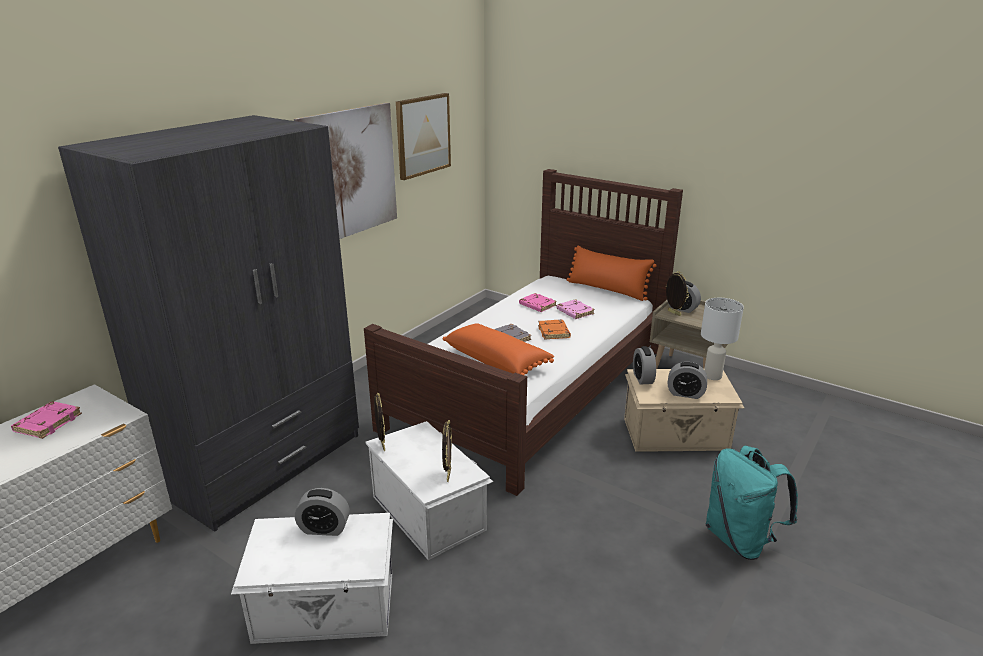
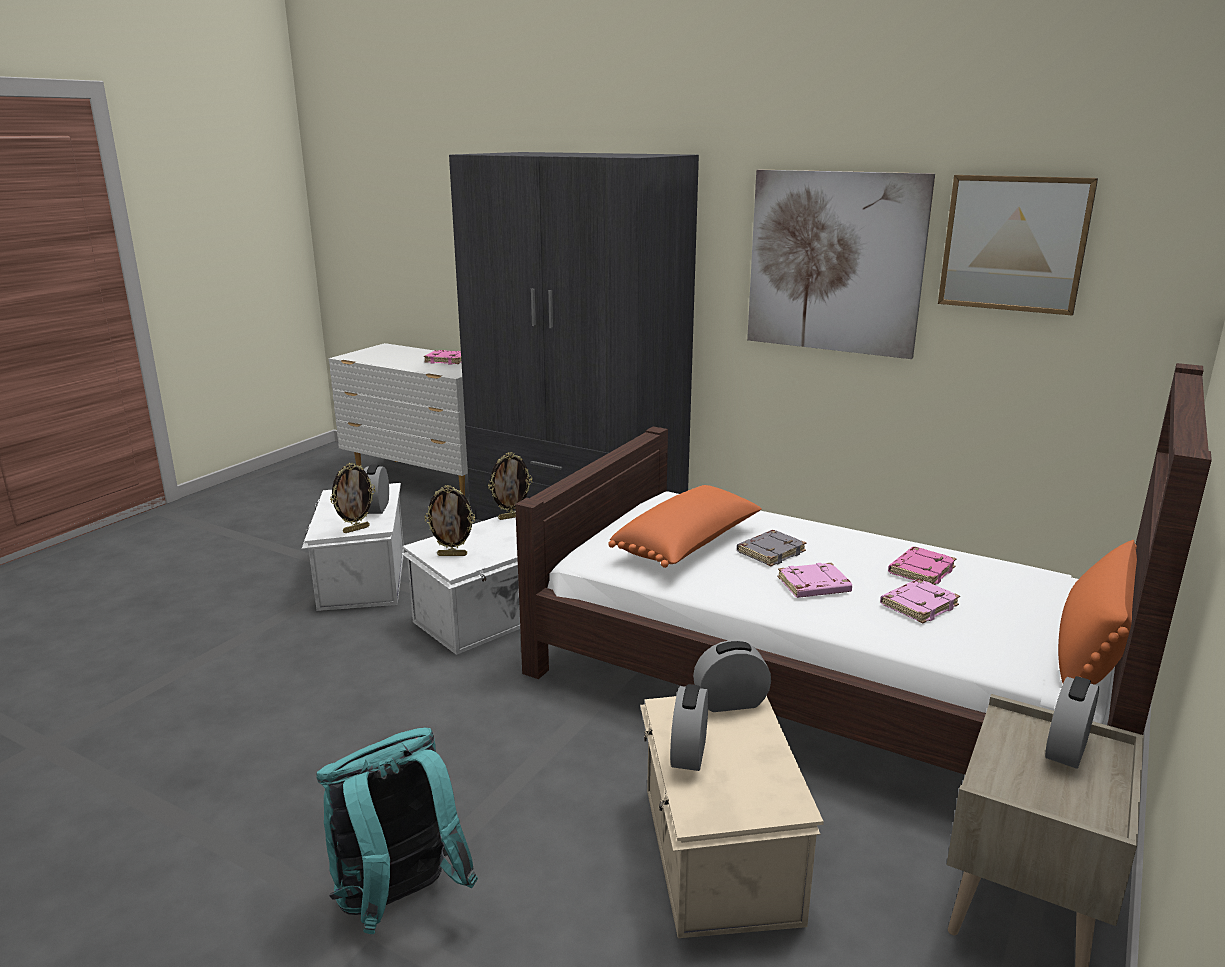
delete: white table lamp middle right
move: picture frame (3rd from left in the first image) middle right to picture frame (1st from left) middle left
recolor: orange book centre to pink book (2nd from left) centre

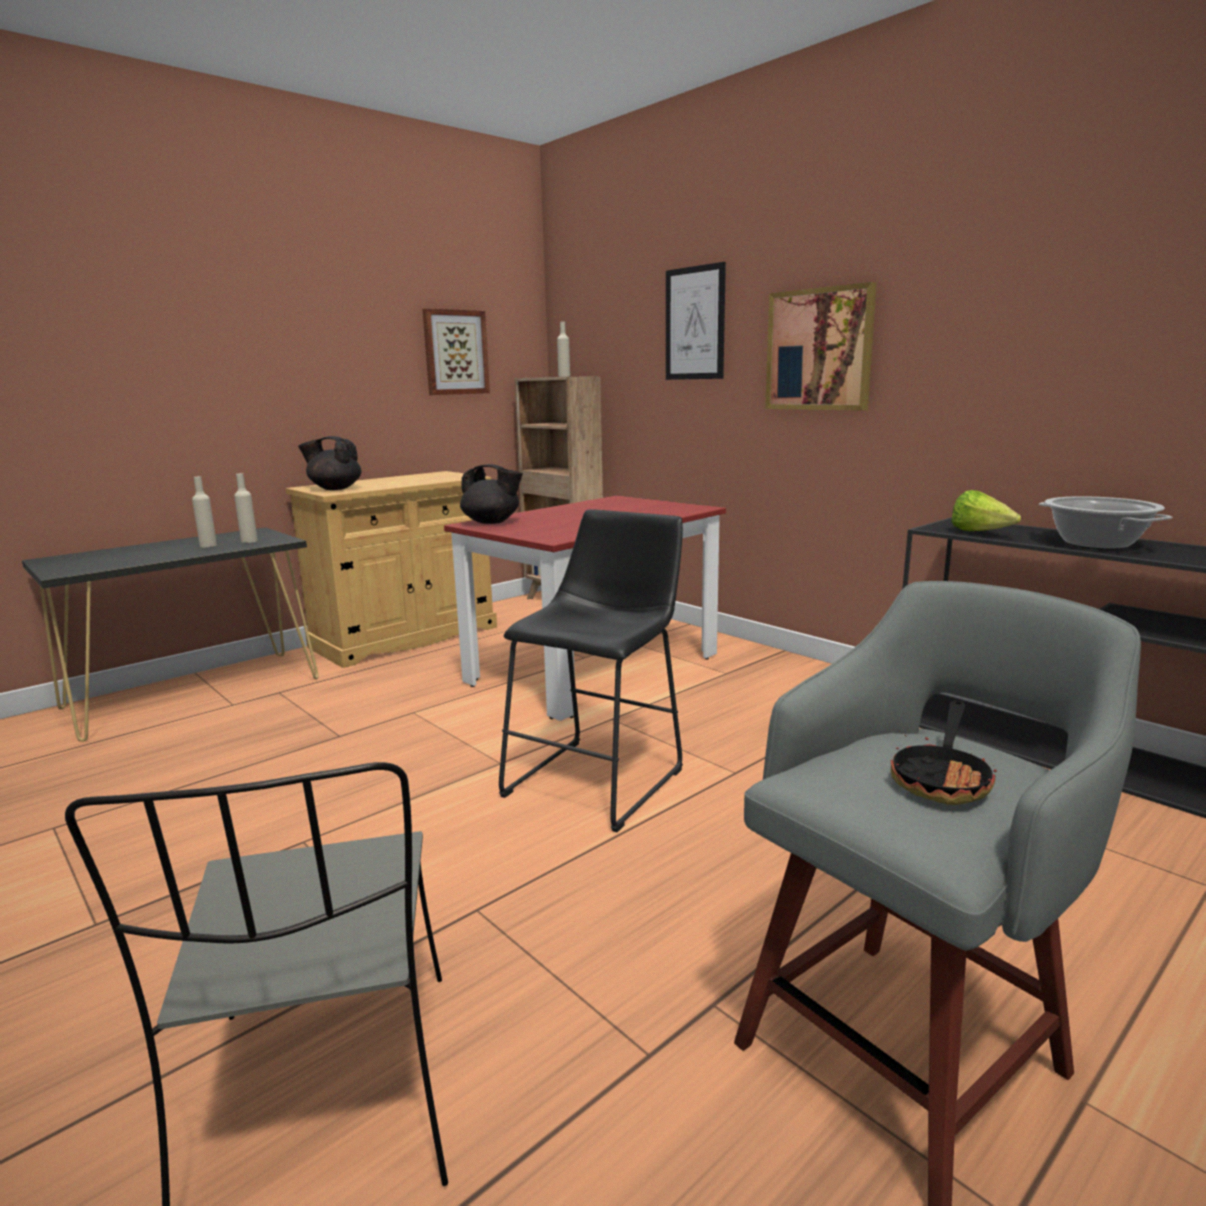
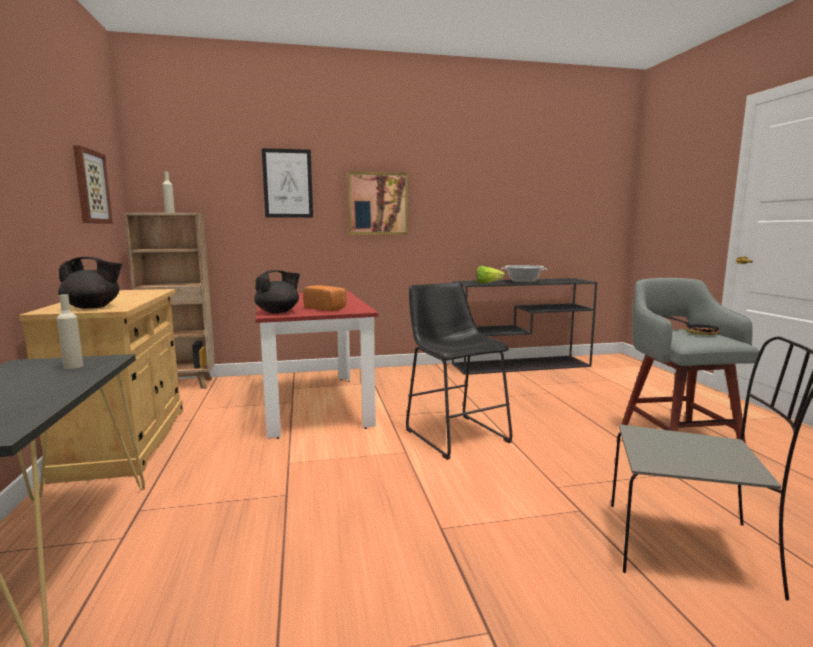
delete: beige bottle (1st from left) middle left
insert: bread centre
rotate: black teapot (1st from left) middle left = middle left 135 degrees counterclockwise

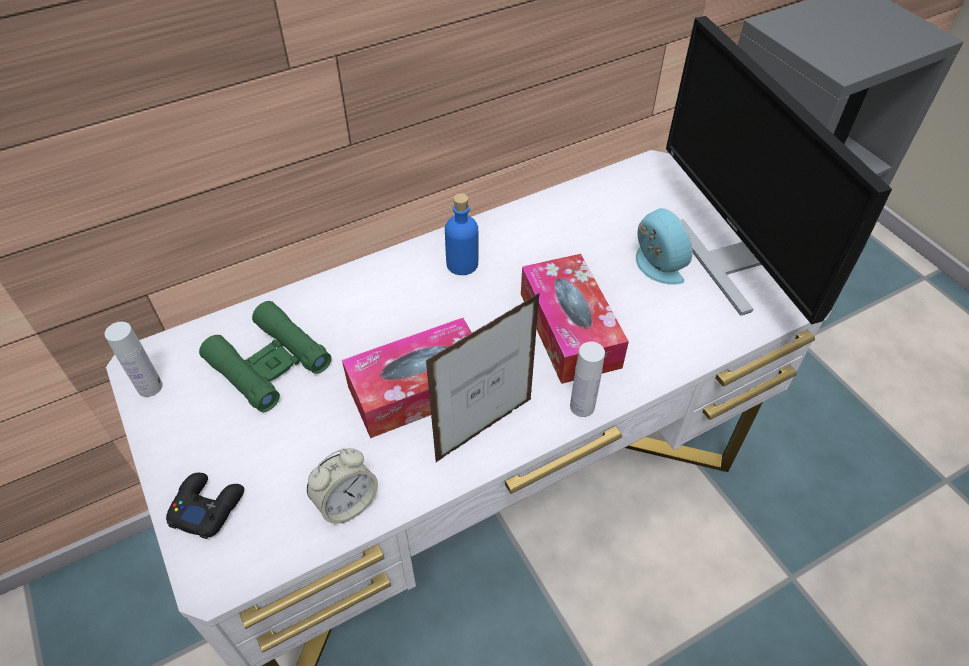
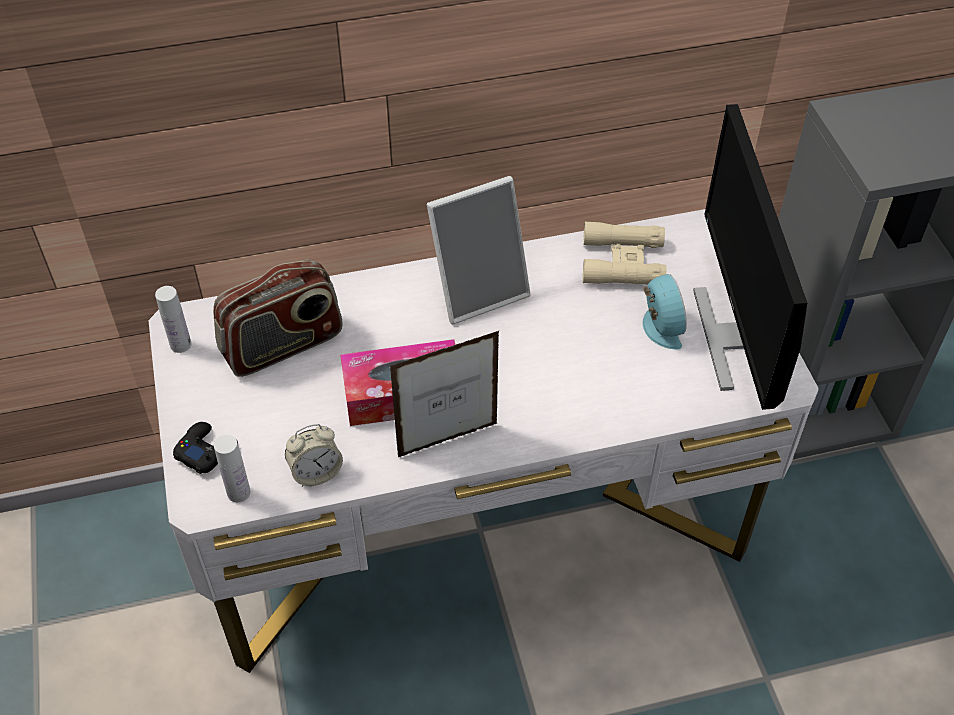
delete: tissue box (2nd from left) centre
insert: beige binoculars centre
move: white bottle (2nd from left) centre to middle left
replace: green binoculars middle left to radio middle left; blue bottle centre to picture frame (2nd from left) centre

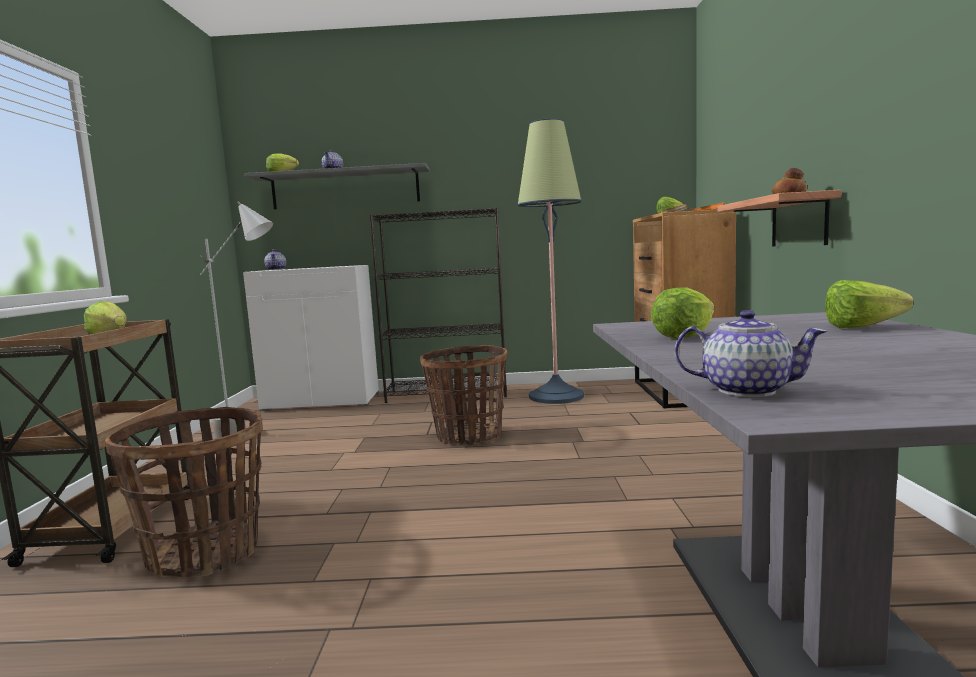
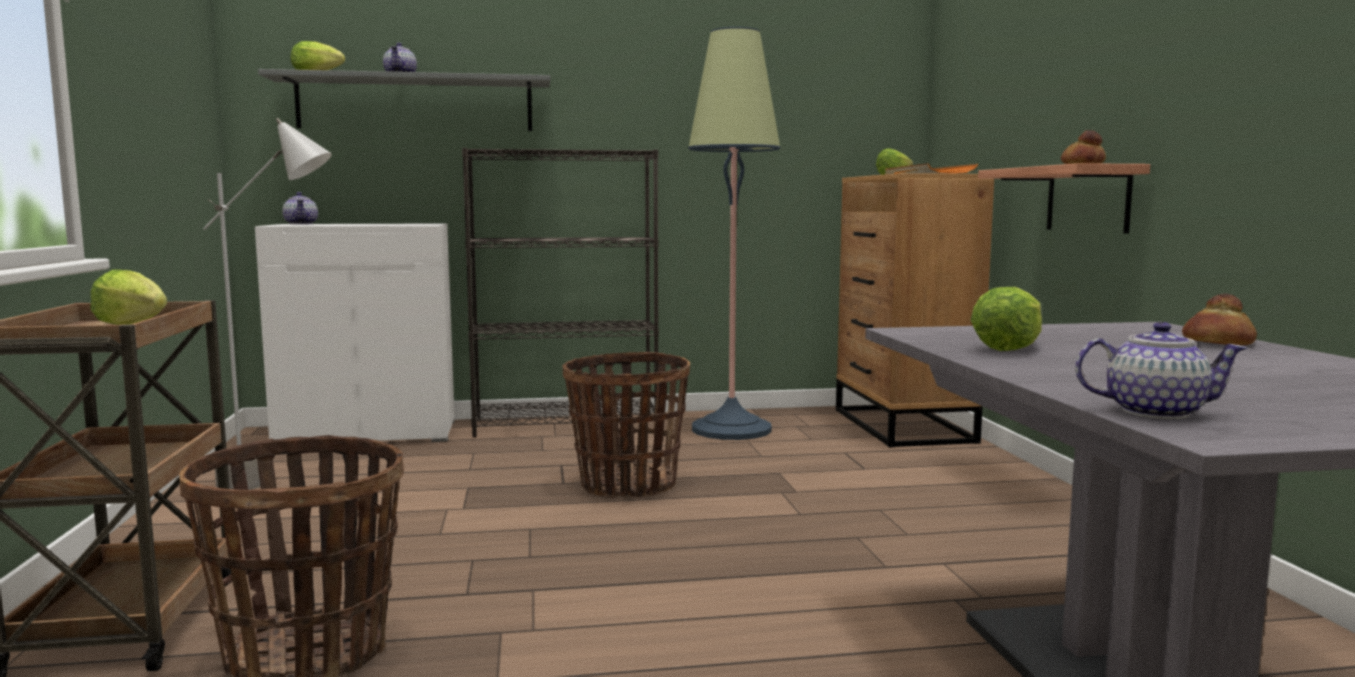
replace: lettuce (5th from left) middle right to bread (2nd from left) middle right

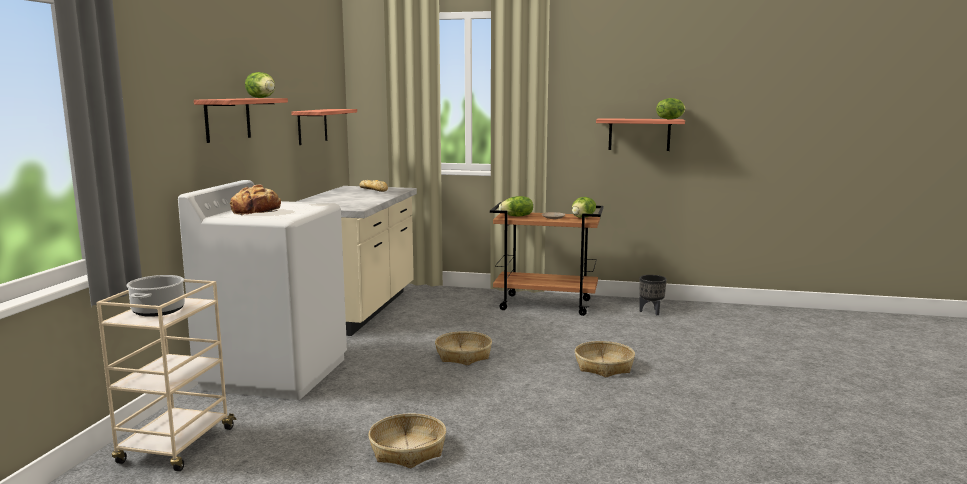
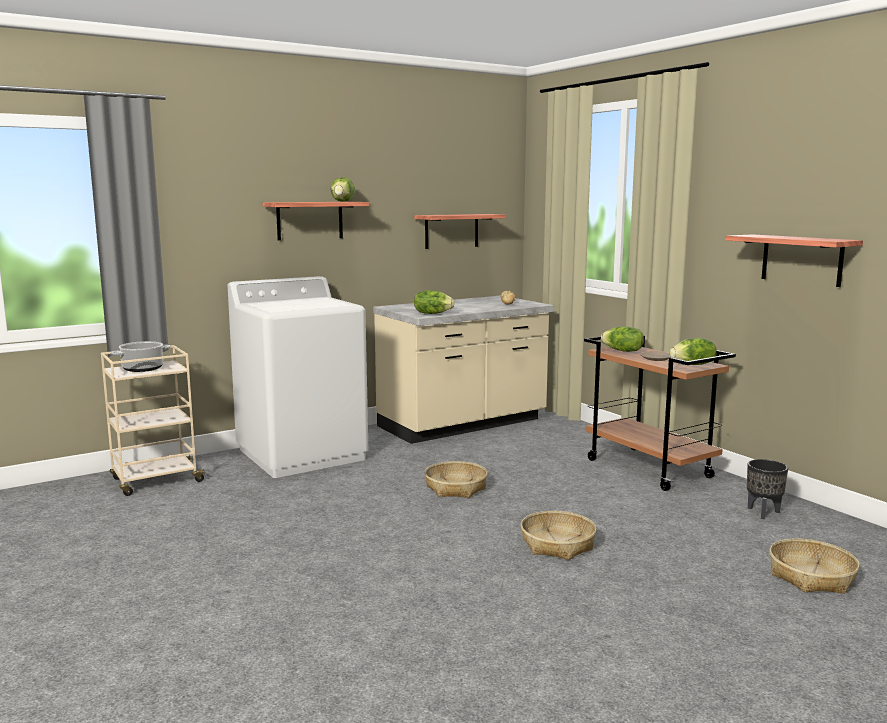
delete: bread (1st from left) middle left
move: lettuce (4th from left in the first image) top right to lettuce (2nd from left) centre; basket (1st from left in the first image) bottom centre to basket (3rd from left) bottom right

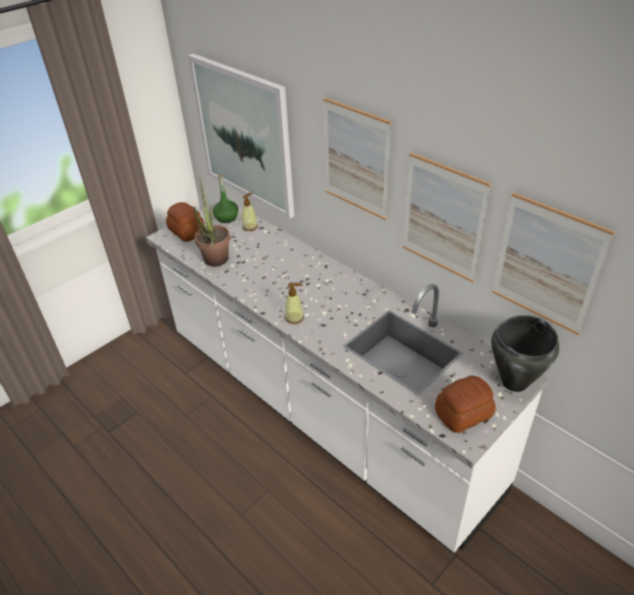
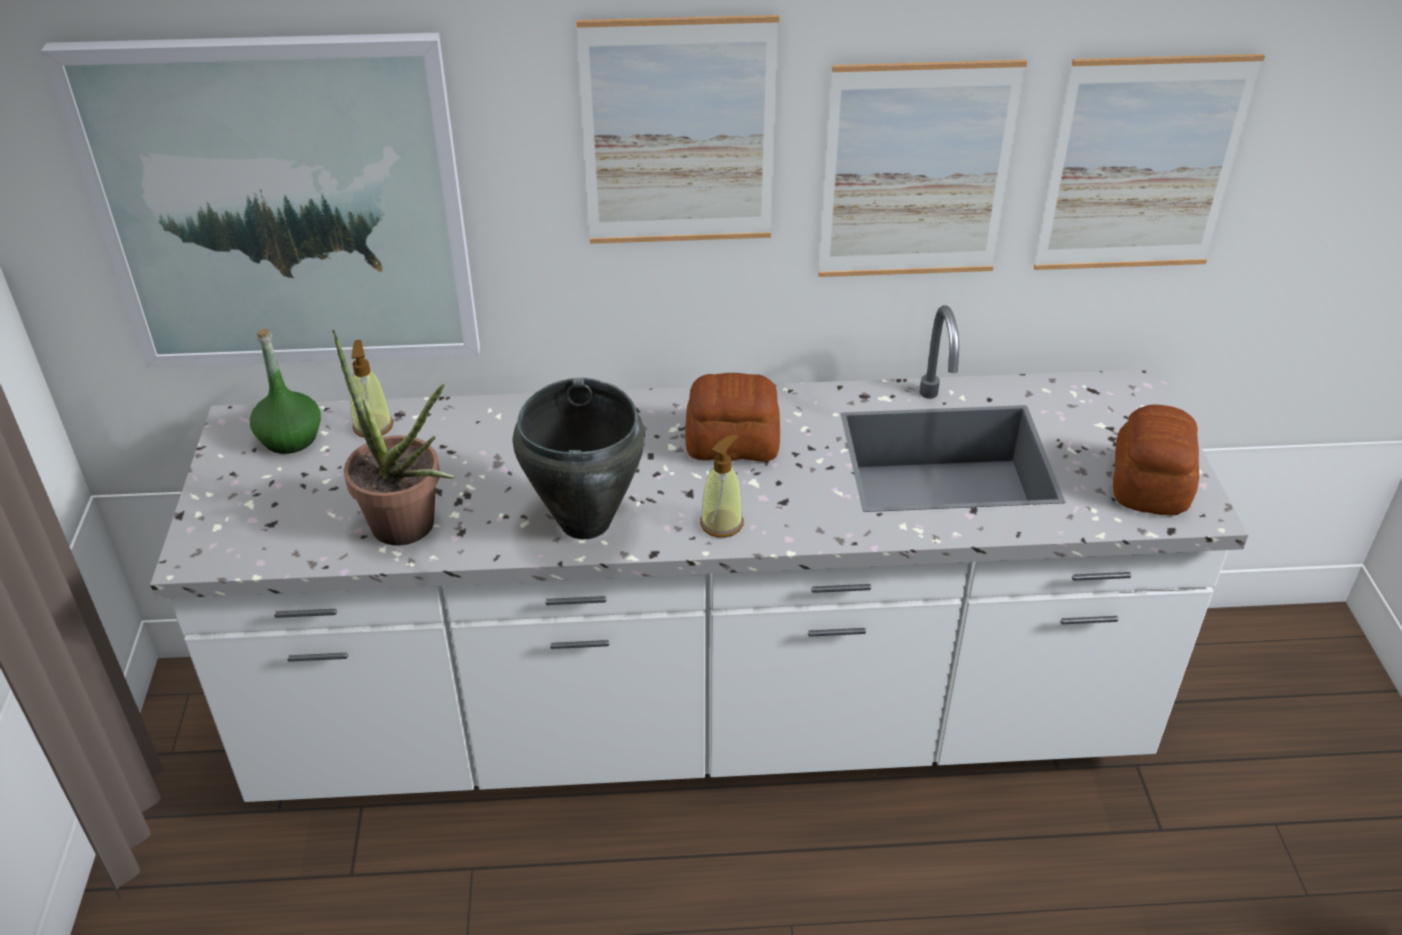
move: black cooking pot middle right to centre; bread (1st from left) middle left to centre

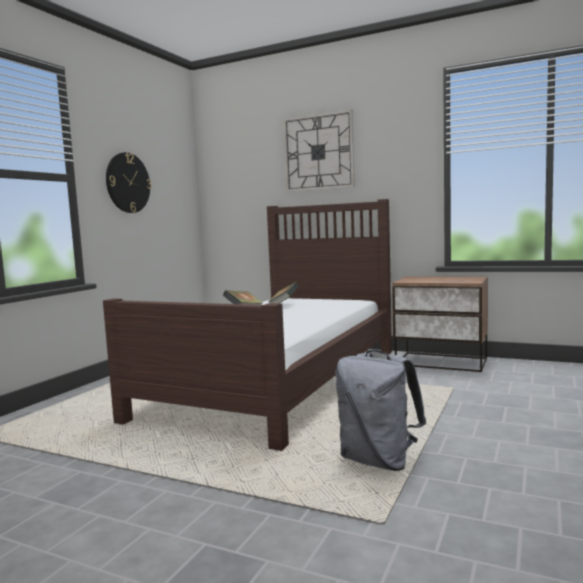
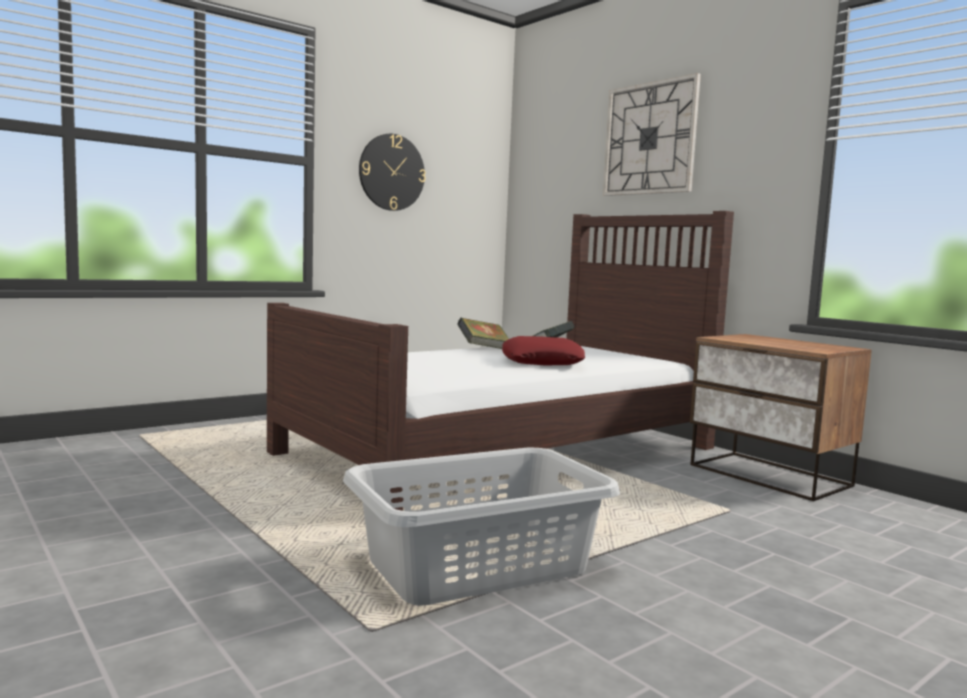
insert: red pillow centre
replace: grey backpack bottom centre to grey laundry basket bottom centre

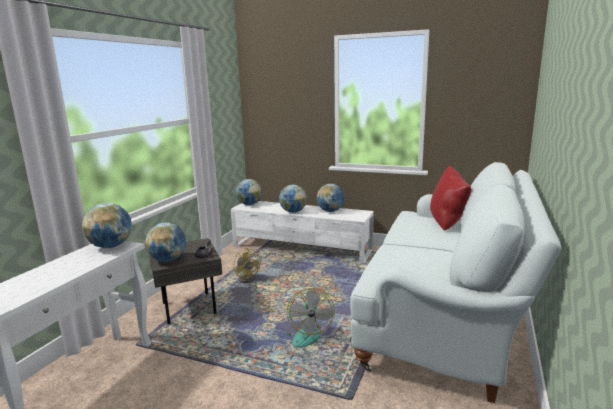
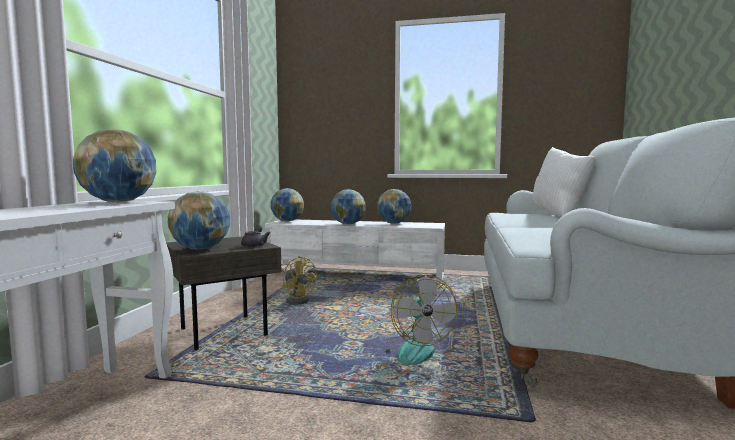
recolor: red pillow middle right to white pillow middle right

